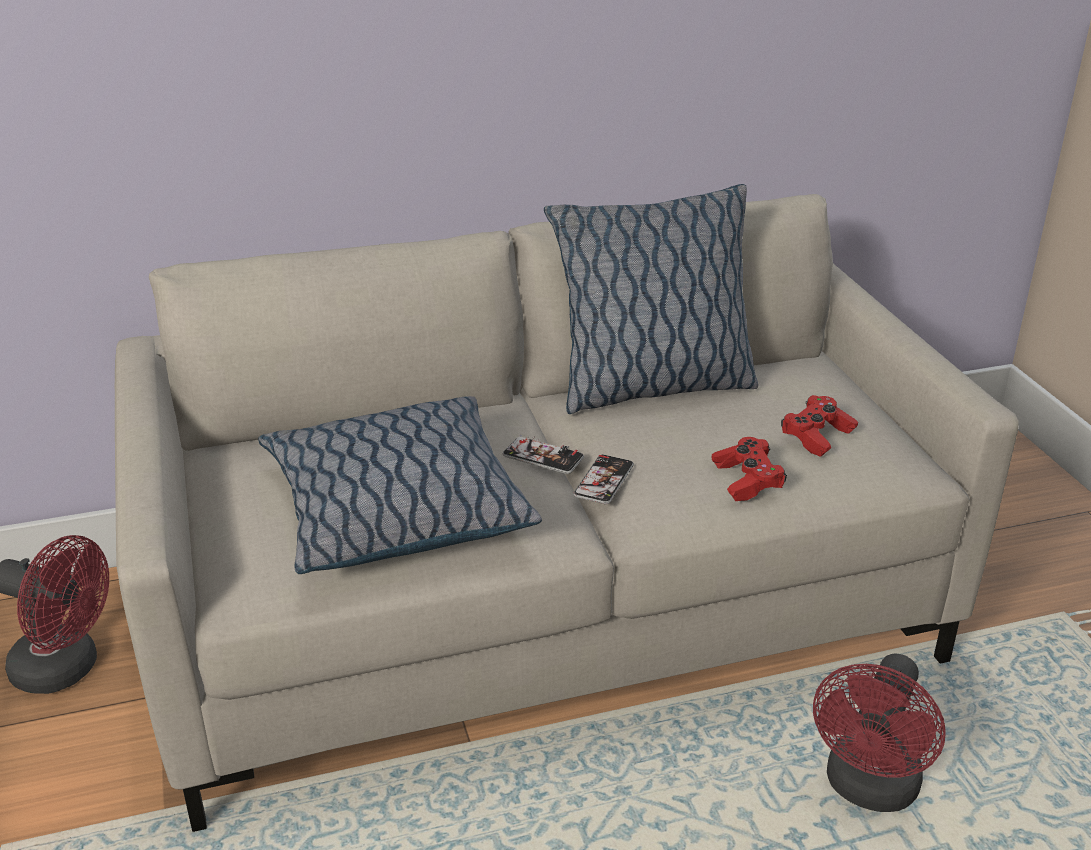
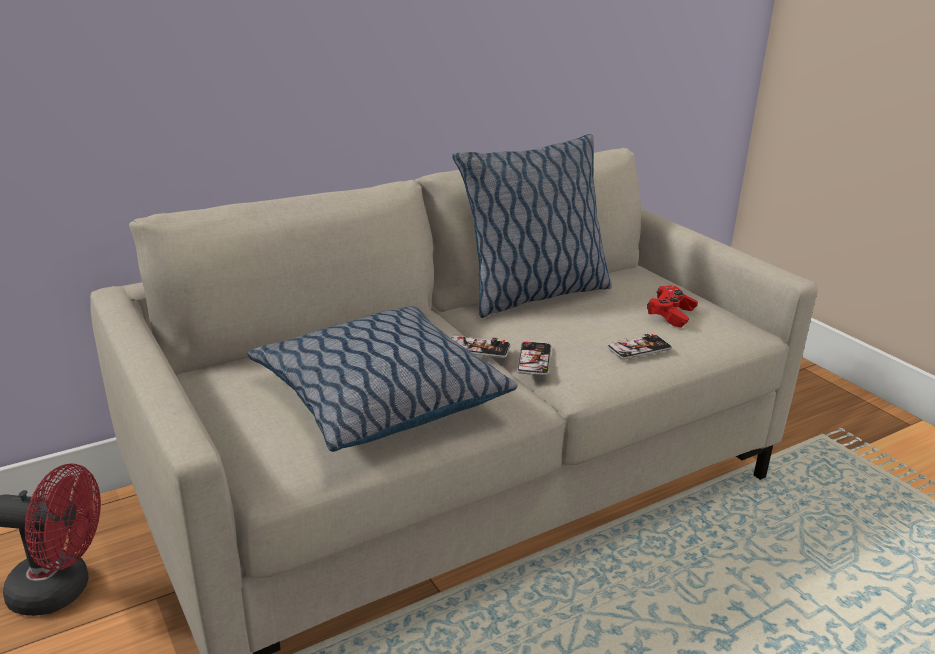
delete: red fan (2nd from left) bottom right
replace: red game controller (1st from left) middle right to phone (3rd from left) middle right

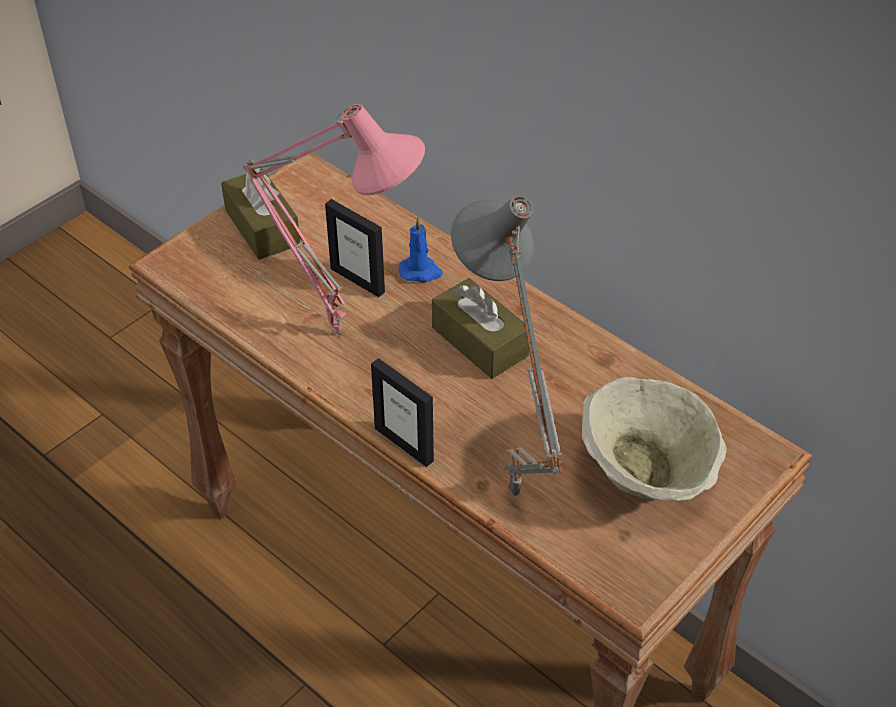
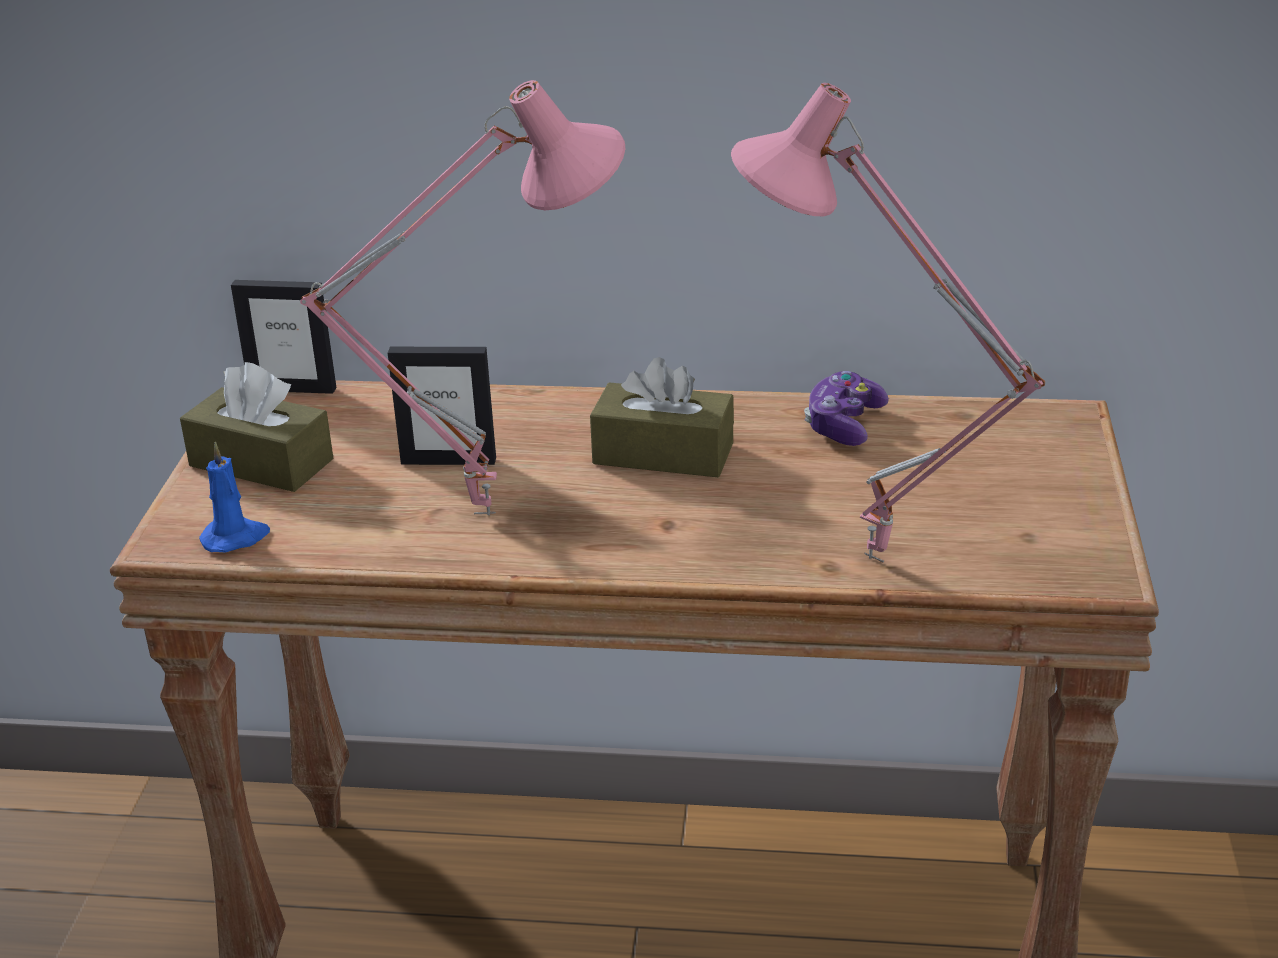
delete: beige bowl middle right
insert: game controller centre
move: blue candle centre to middle left; picture frame (2nd from left in the first image) centre to picture frame (1st from left) middle left
recolor: grey table lamp centre to pink table lamp (2nd from left) middle right

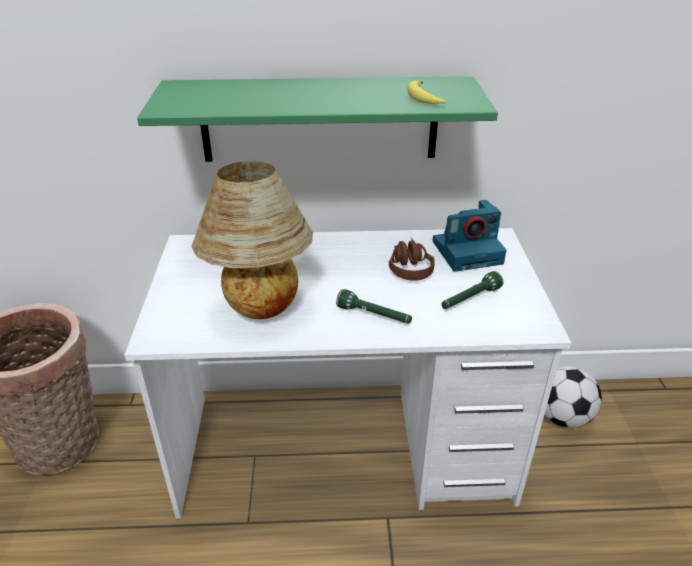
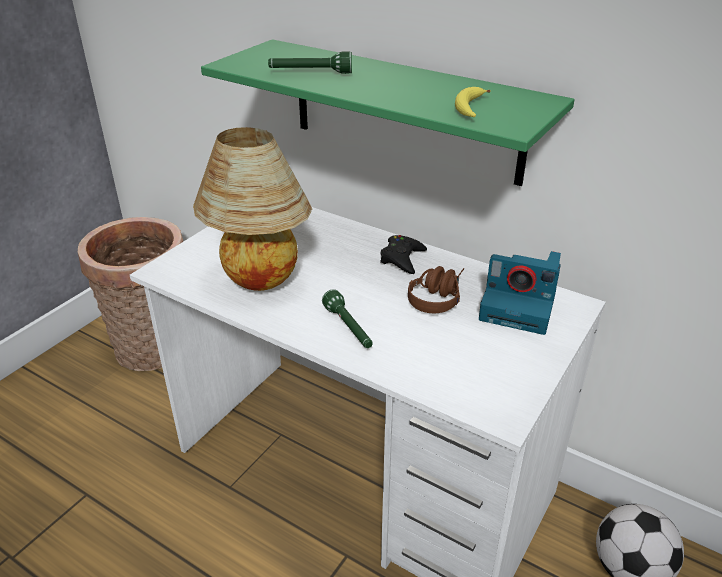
insert: black game controller centre
move: green flashlight (2nd from left in the first image) middle right to green flashlight (1st from left) top centre

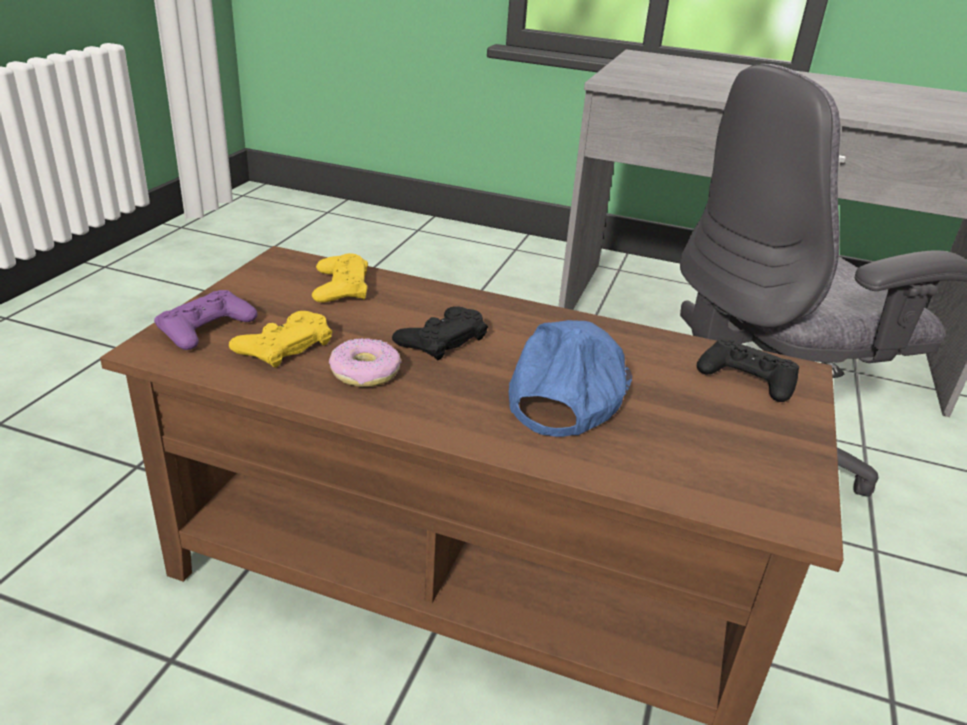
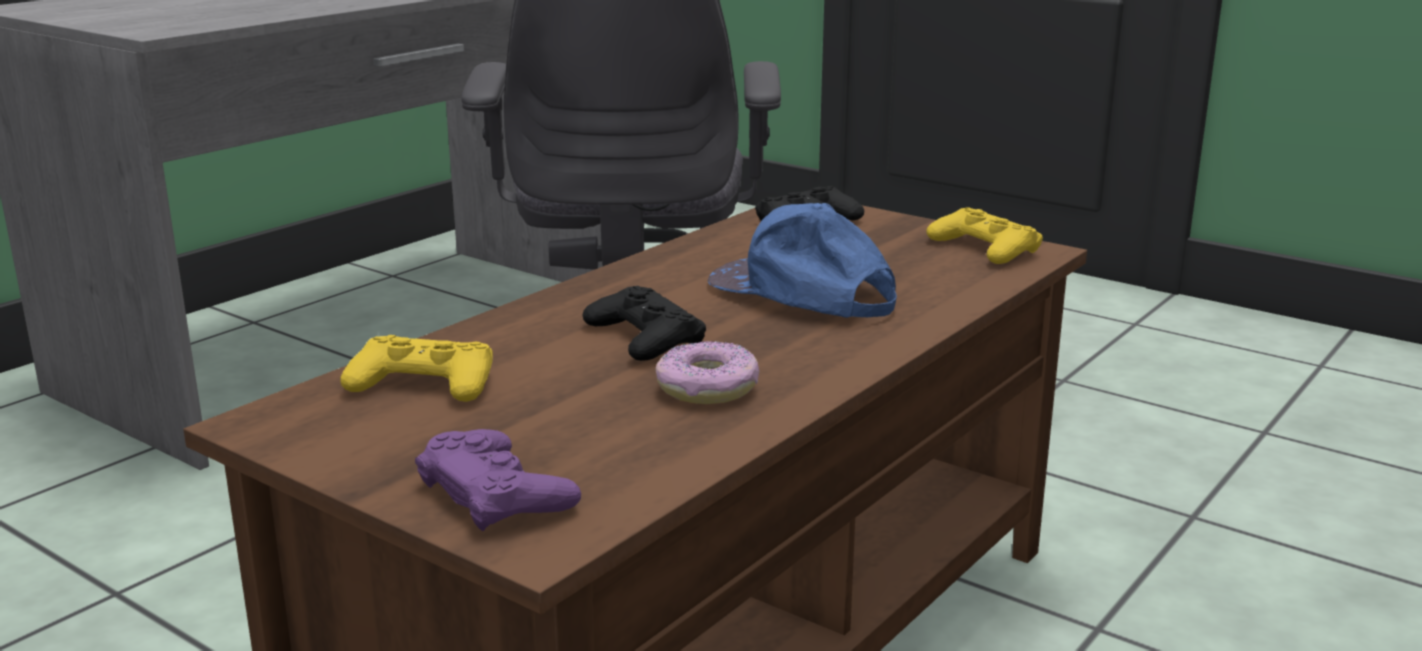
move: yellow game controller (1st from left in the first image) middle left to yellow game controller (2nd from left) middle right

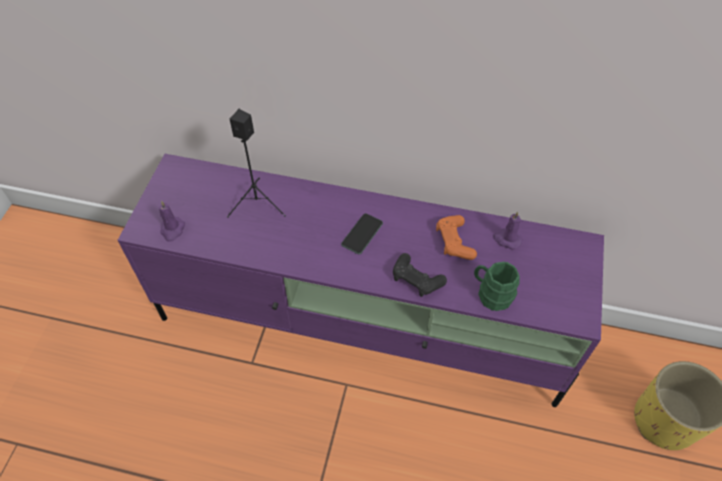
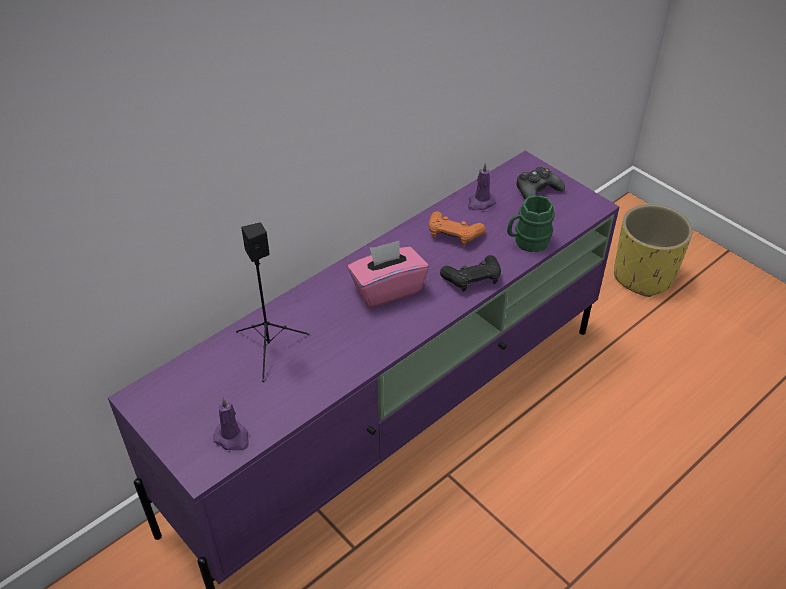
insert: black game controller (2nd from left) top right
replace: phone centre to pink tissue box centre

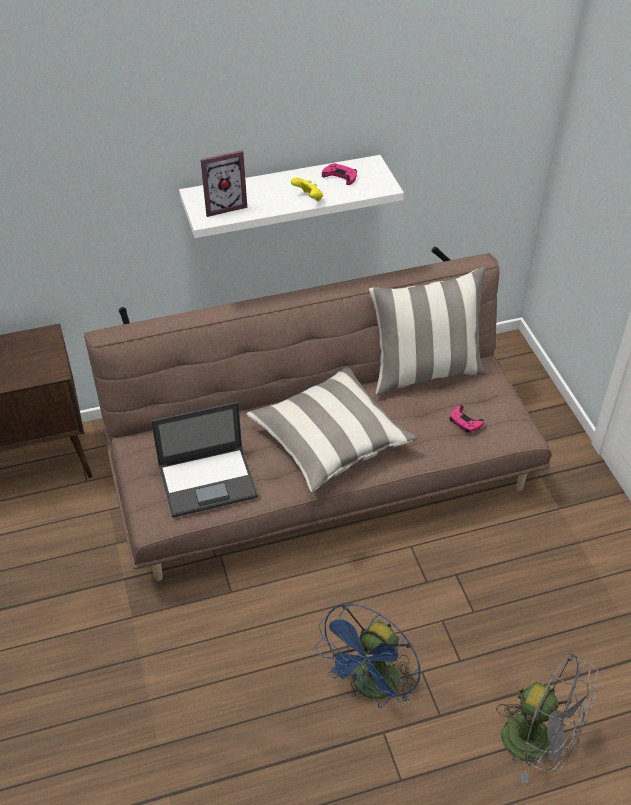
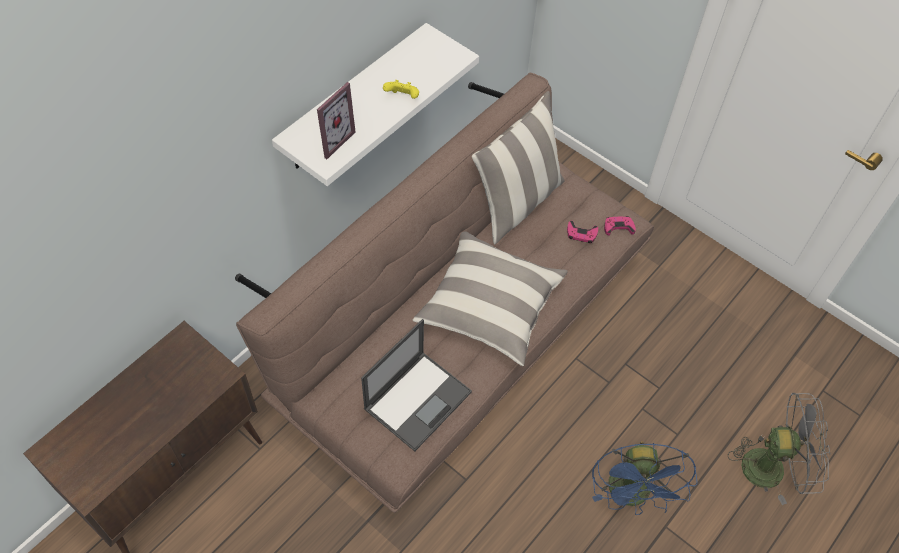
move: pink game controller (1st from left in the first image) top centre to pink game controller (2nd from left) middle right

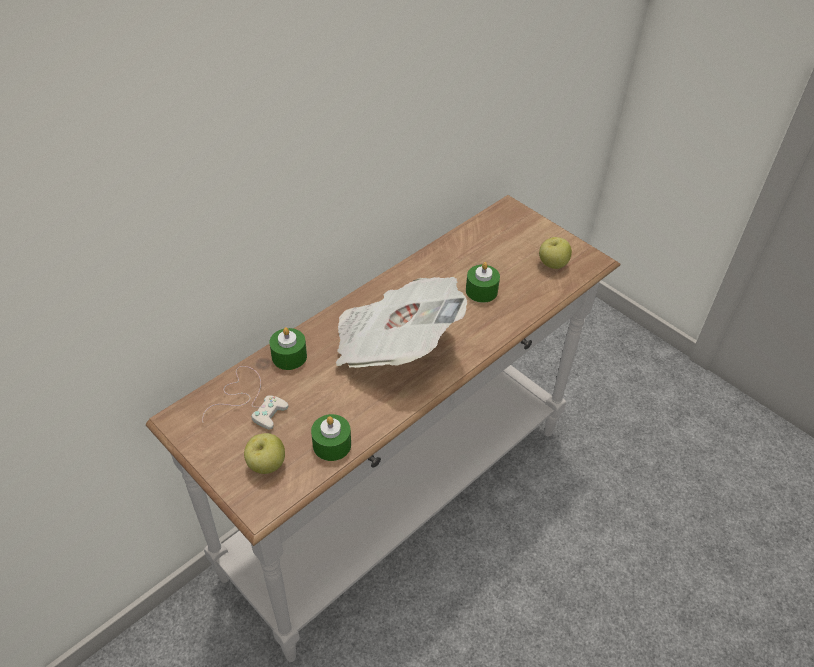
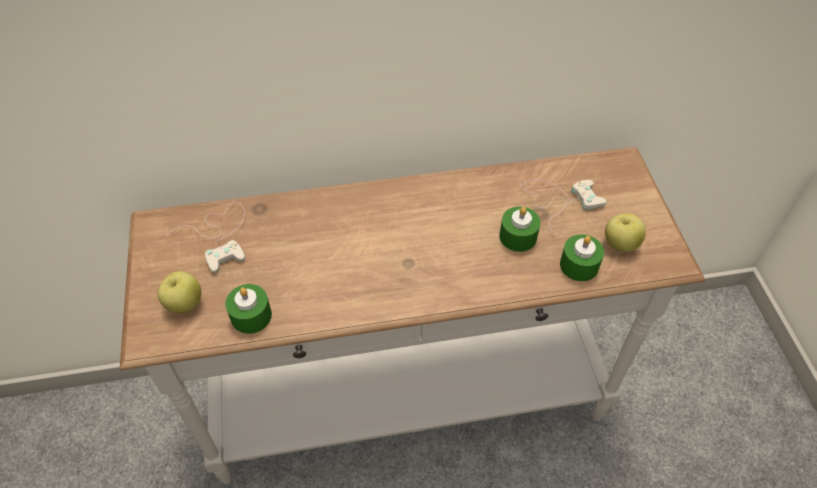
delete: newspaper centre
insert: white game controller (2nd from left) middle right
move: green candle (1st from left in the first image) centre to green candle (3rd from left) middle right

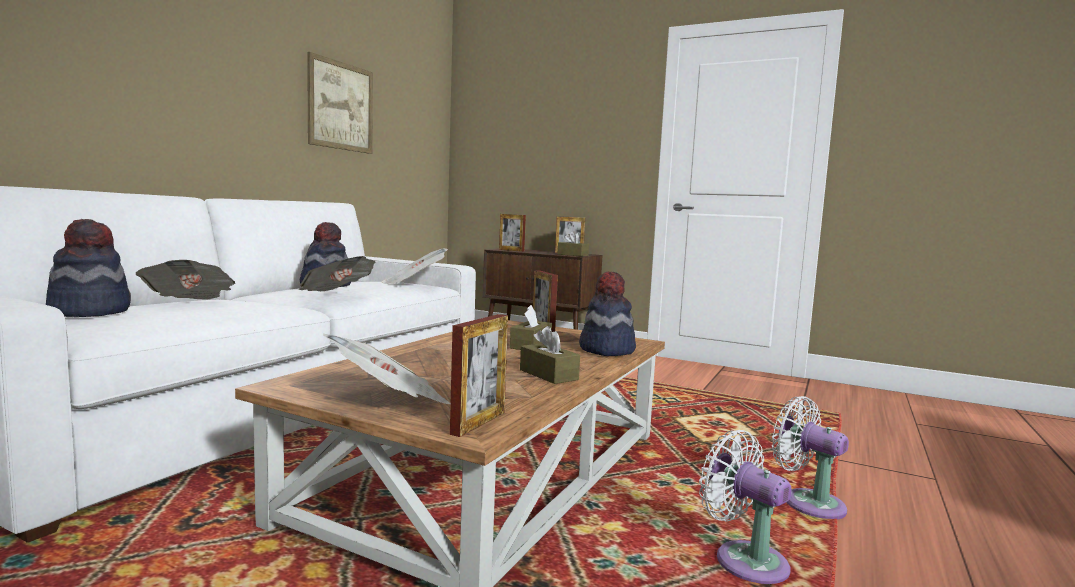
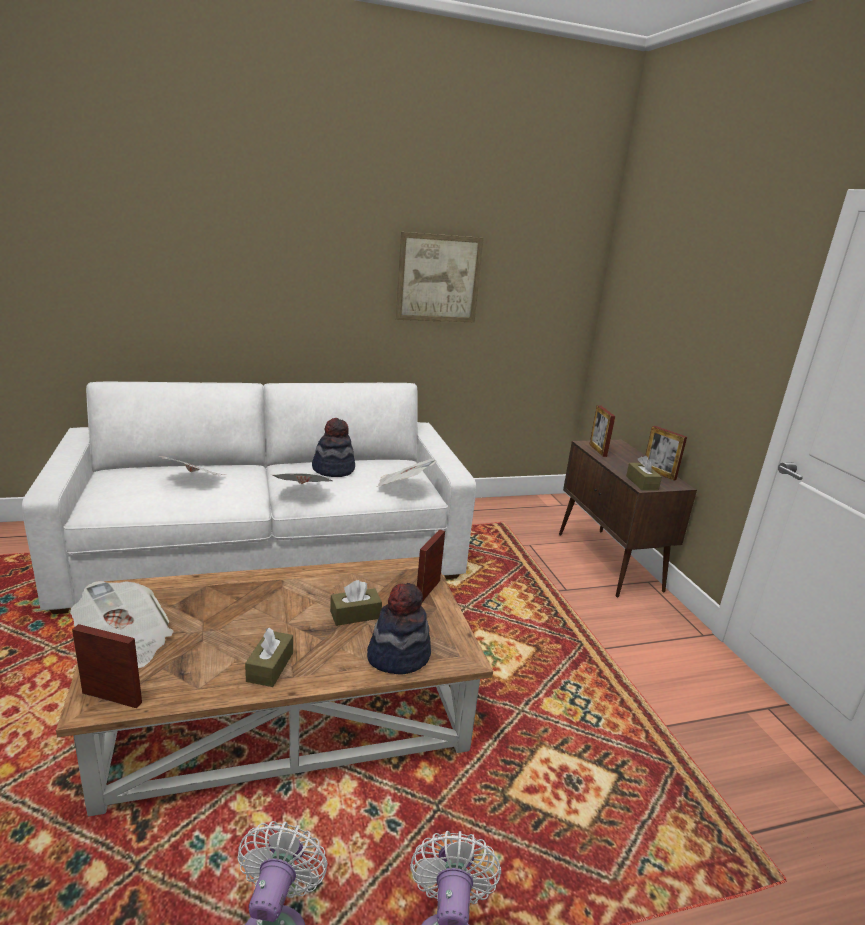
delete: hat (1st from left) middle left
rotate: picture frame (1st from left) centre = bottom left 150 degrees counterclockwise

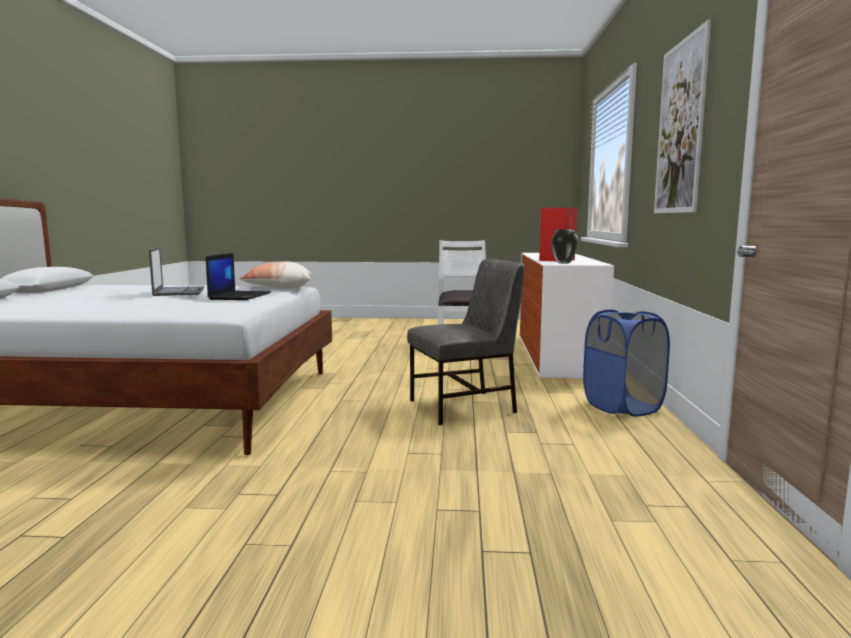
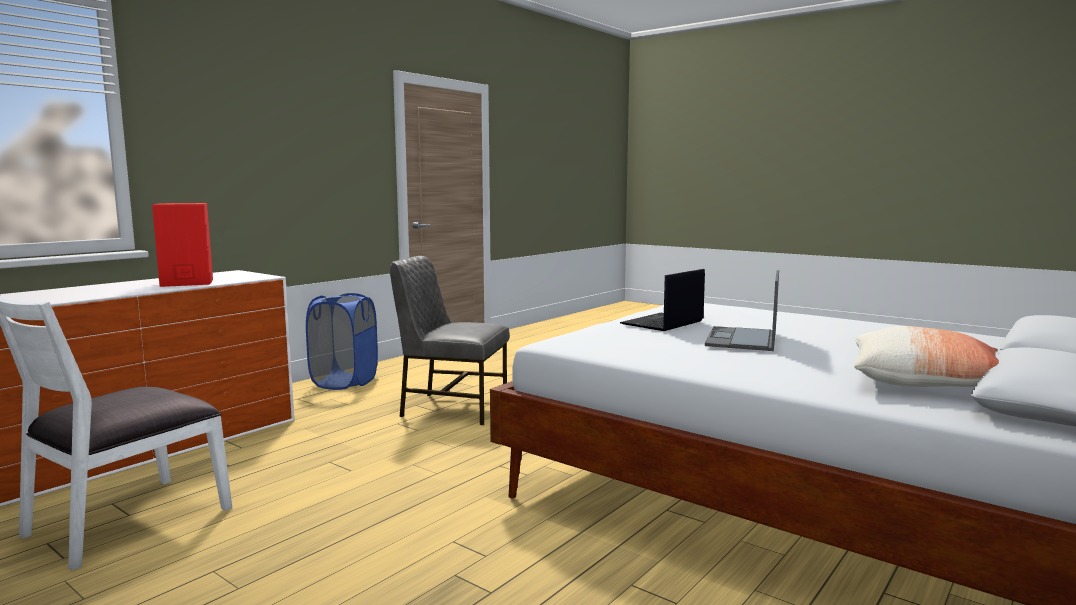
delete: vase centre; picture top right
move: pillow middle left to middle right

